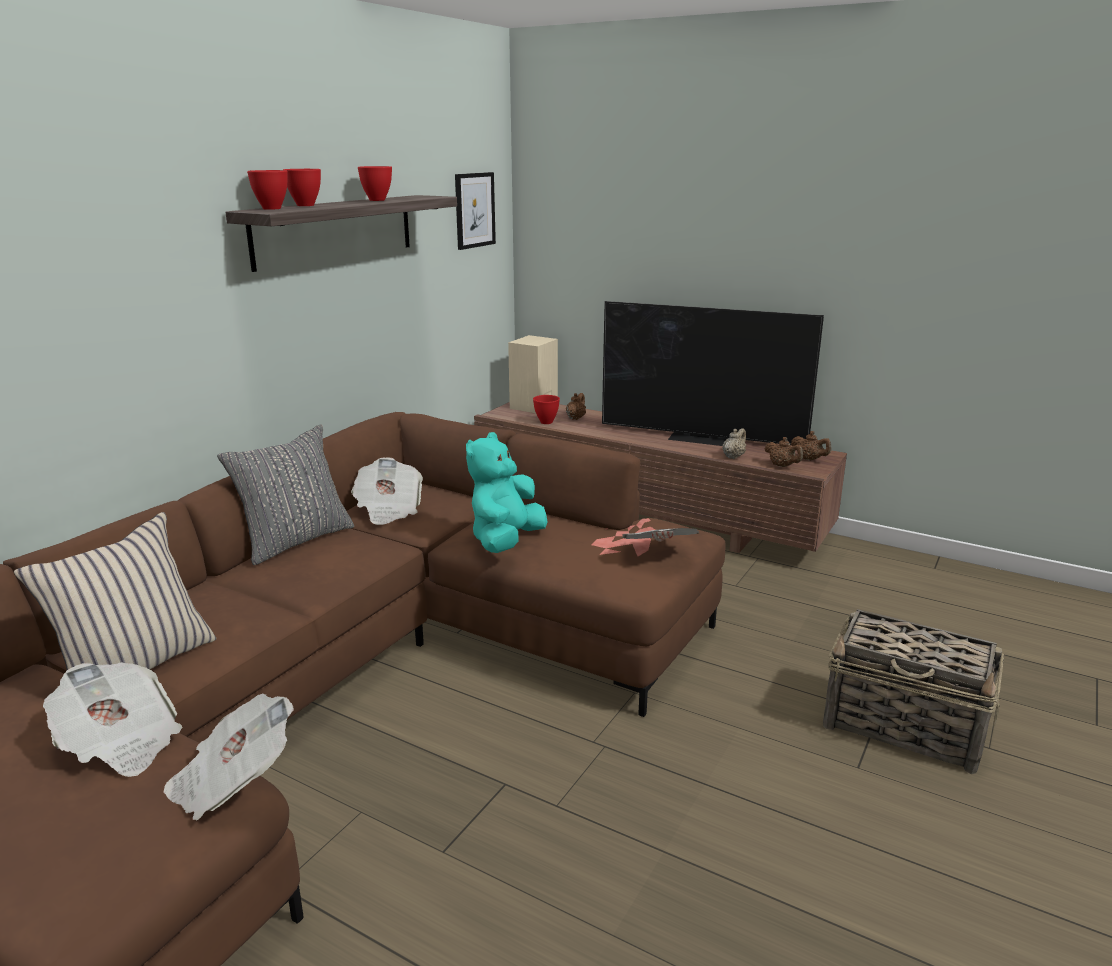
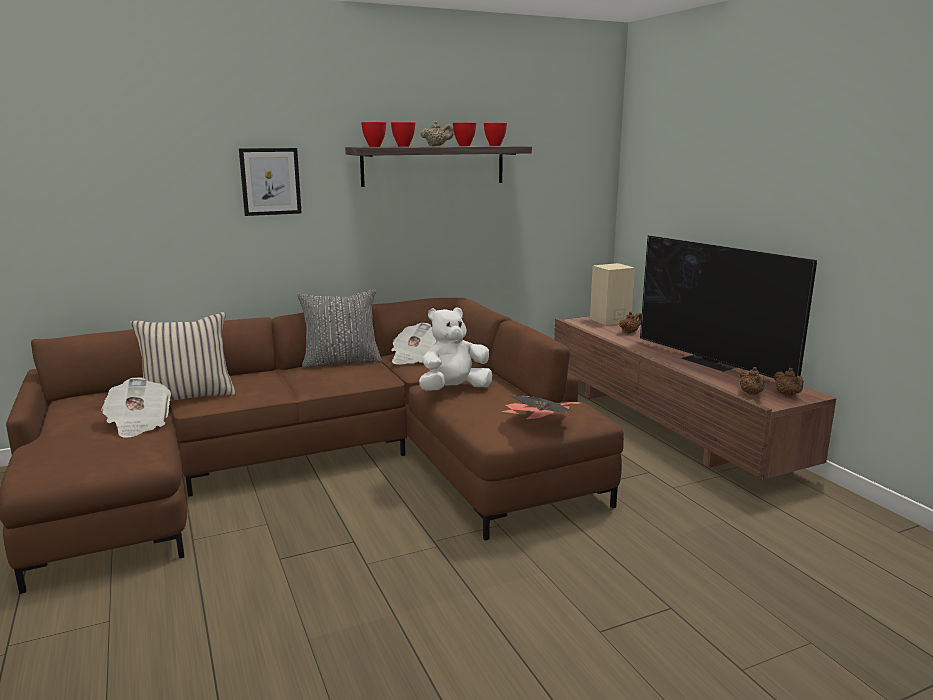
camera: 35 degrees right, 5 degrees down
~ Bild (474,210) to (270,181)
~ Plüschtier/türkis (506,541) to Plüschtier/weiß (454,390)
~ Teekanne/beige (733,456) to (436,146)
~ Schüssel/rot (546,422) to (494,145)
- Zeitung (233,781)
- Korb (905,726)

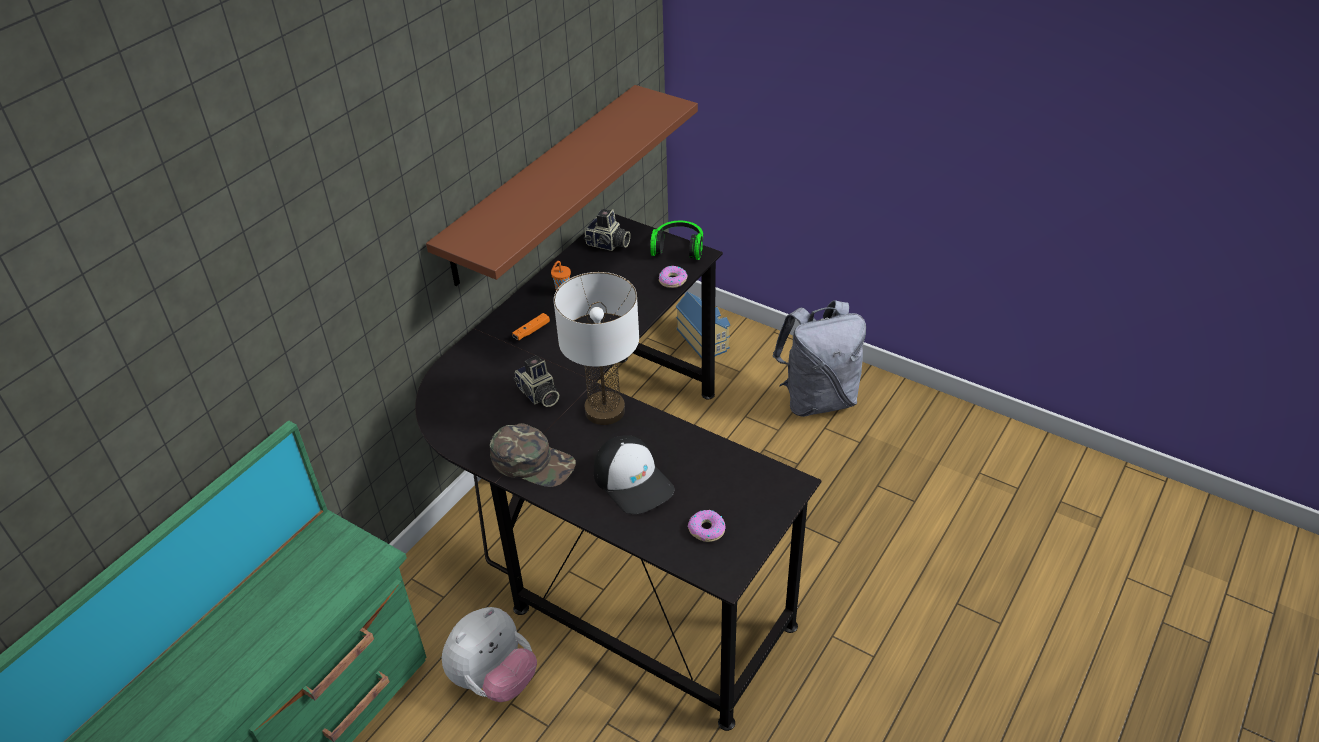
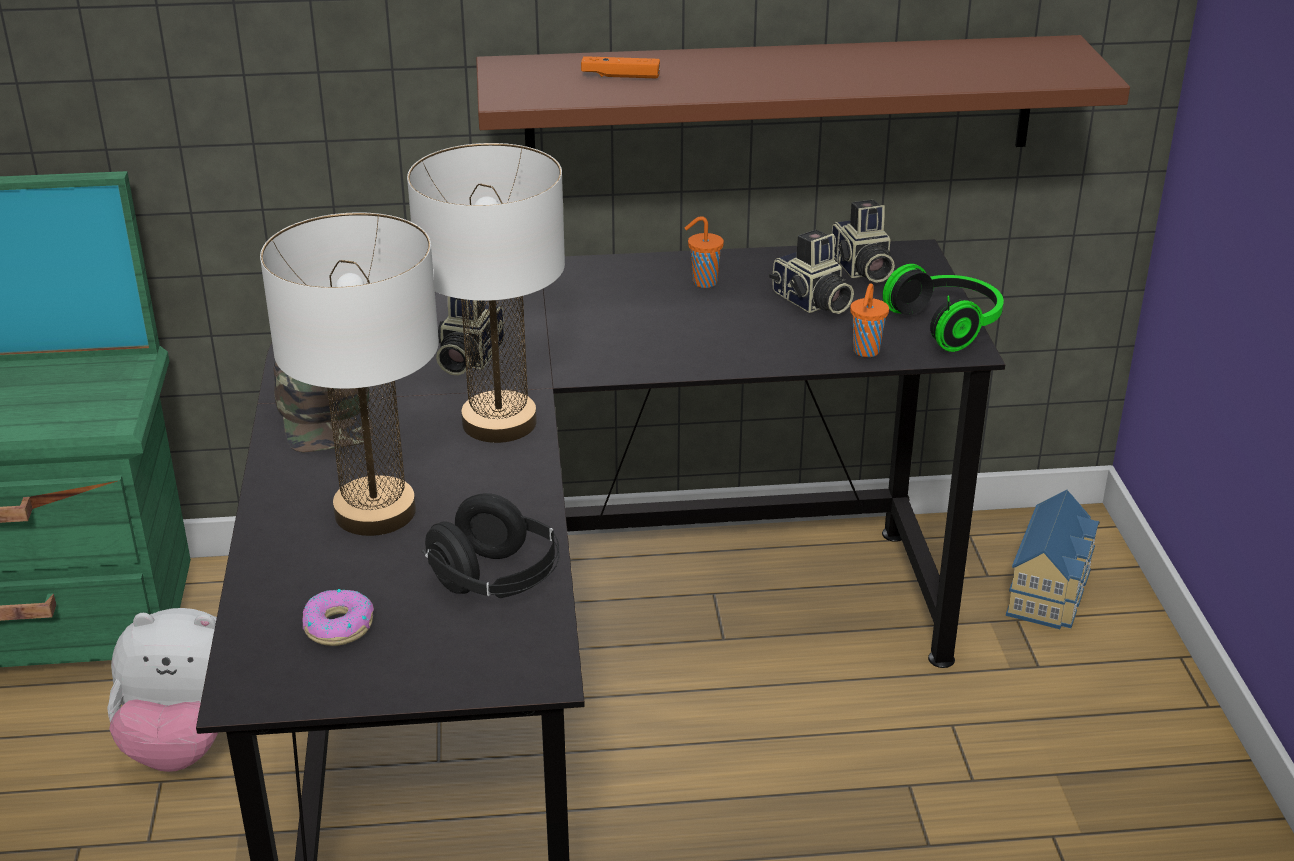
camera: 50 degrees right, 10 degrees down
~ Kappe (633,481) to Tischlampe (376,511)
+ Kopfhörer/schwarz (496,580)
~ Gamepad/orange (531,331) to (620,76)
+ Kamera (811,302)
~ Donut (672,280) to Tasse/orange (865,352)
- Rucksack/grau (817,399)

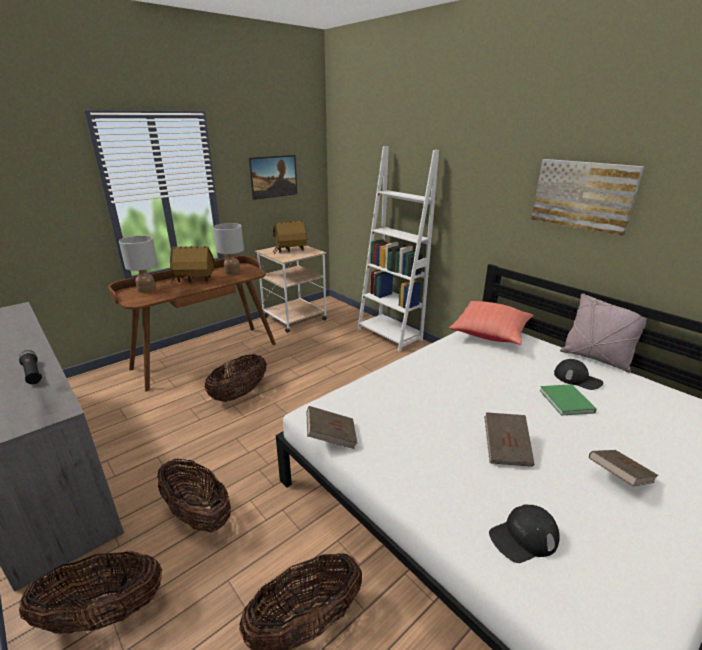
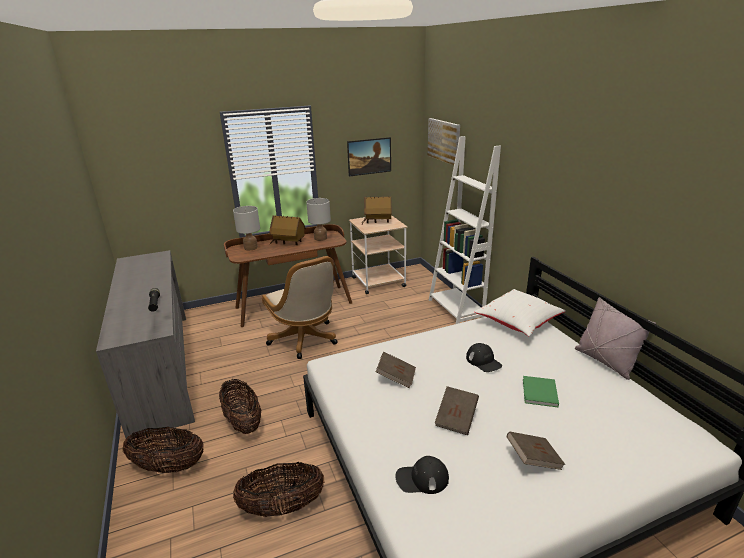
camera: 20 degrees right, 0 degrees up
~ Korb (239,394) to Bürostuhl (306,340)
~ Buch/braun (331,437) to (396,377)
~ Bild (583,195) to (444,141)
~ Kappe/schwarz (577,379) to (483,361)
~ Kissen/rot (490,334) to Kissen/weiß (518,323)

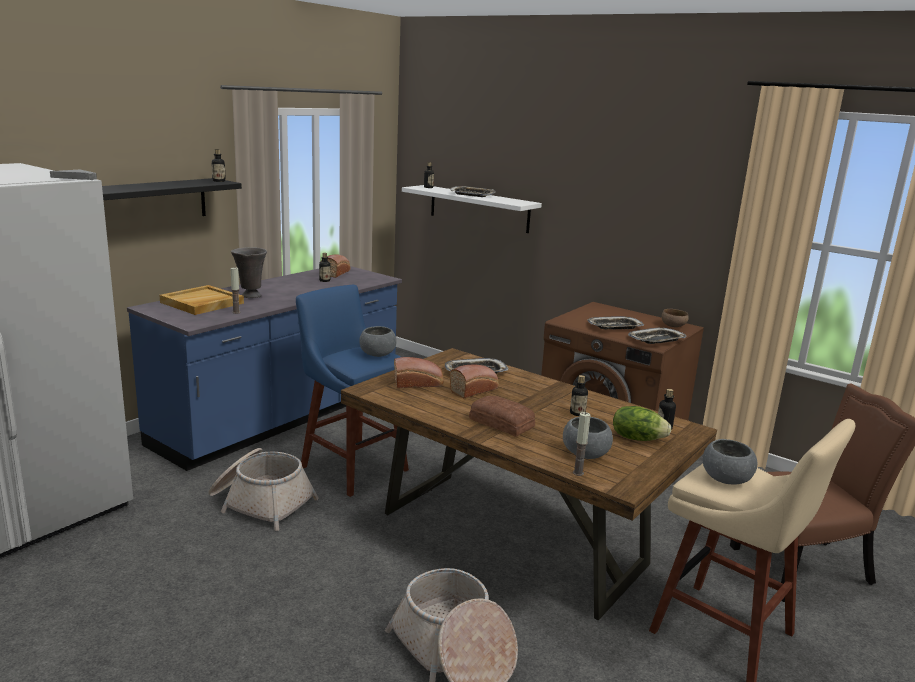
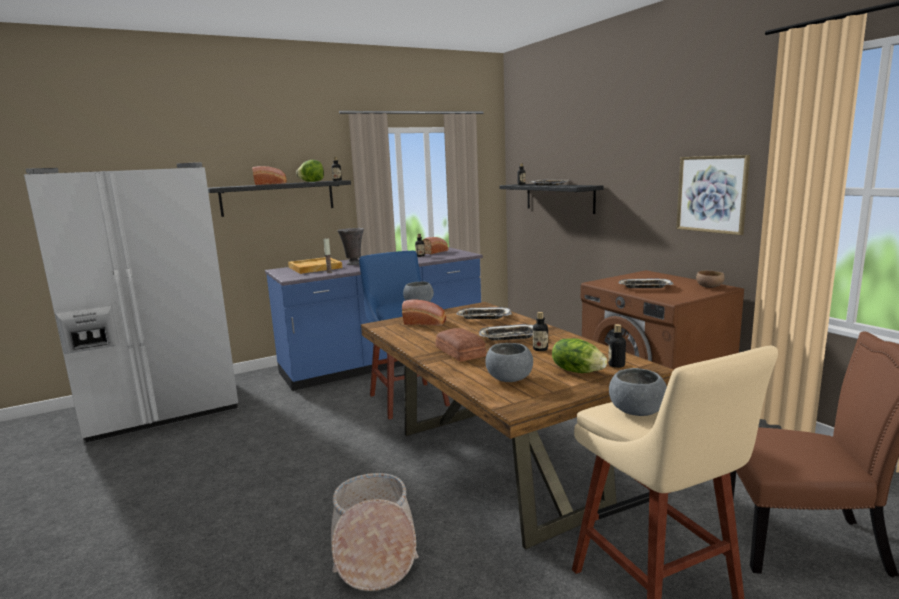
camera: 25 degrees right, 5 degrees down
~ Brot (475,390) to (271,184)
+ Salatkopf (311,181)
~ Tablett (657,340) to (509,337)
~ Wandregal/weiß (479,208) to Wandregal/schwarz (559,197)
+ Bild (712,194)
- Korb (260,502)
- Kerze (578,473)

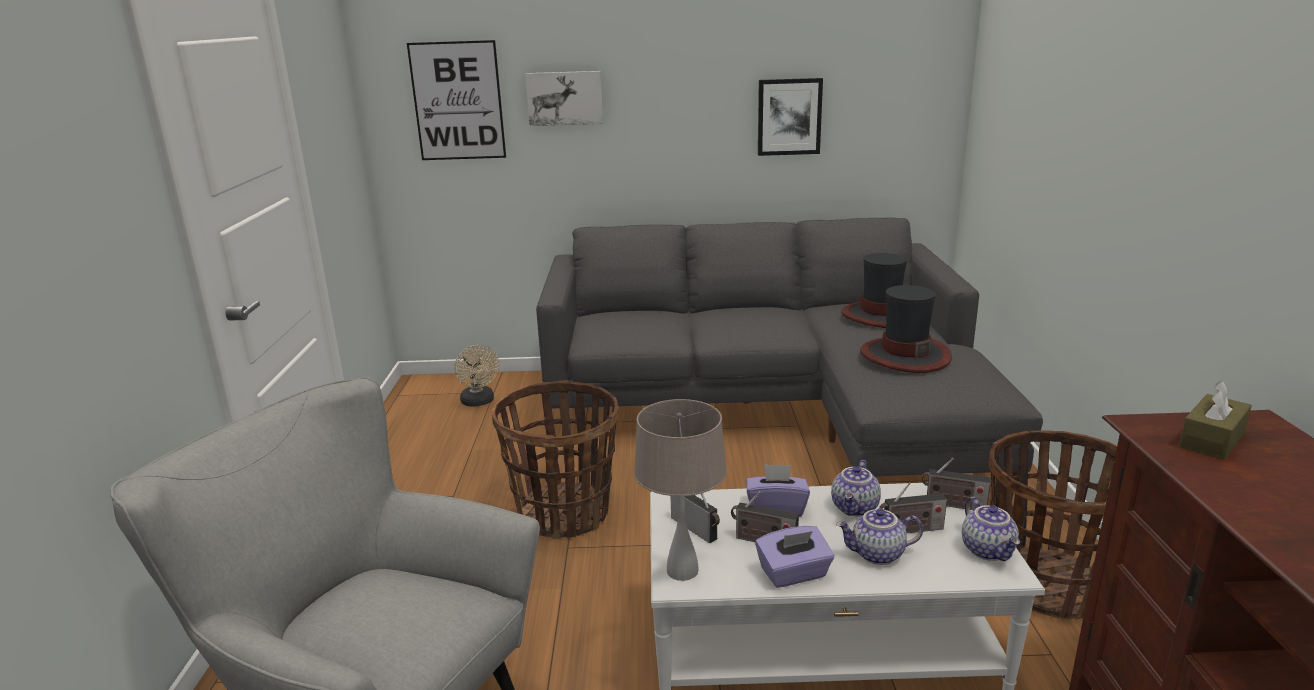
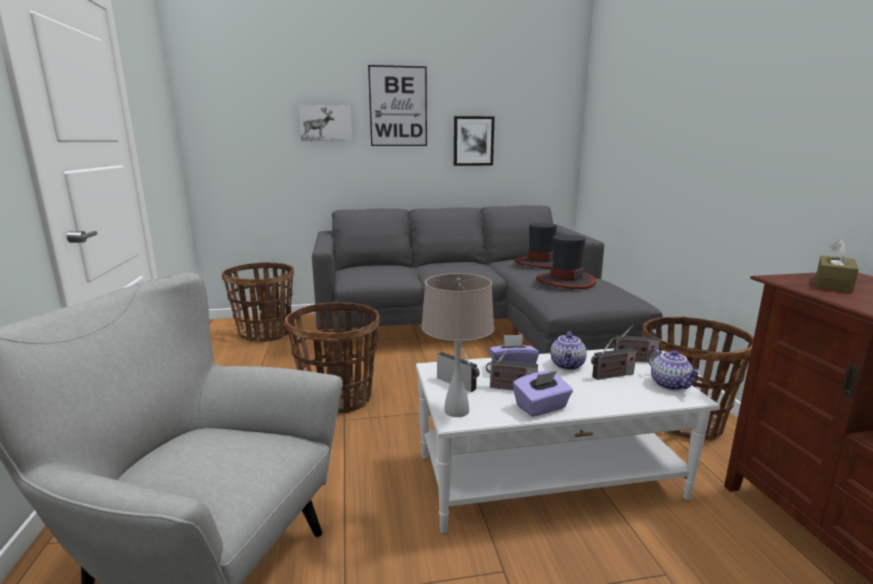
camera: 10 degrees left, 5 degrees down
~ Ventilator/beige (479,402) to Korb (265,333)
~ Bild (458,101) to (398,106)
- Teekanne (877,555)

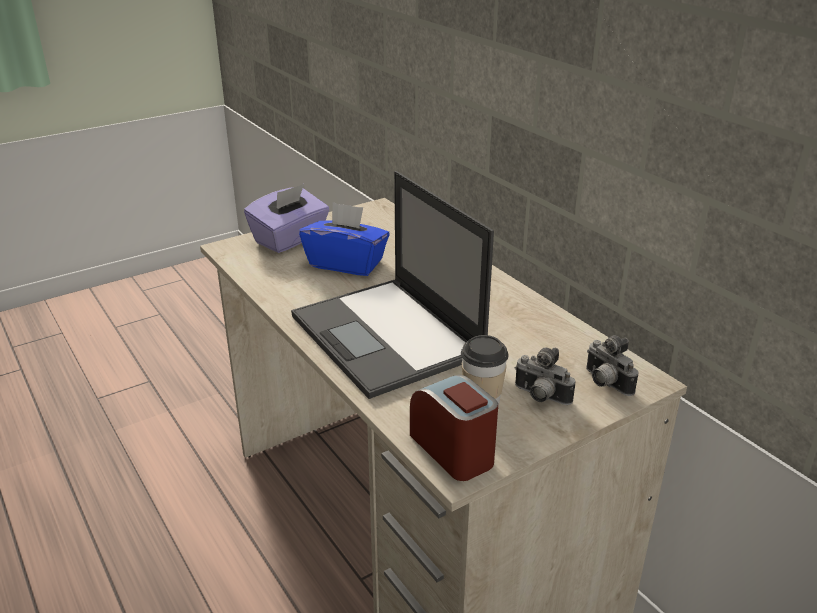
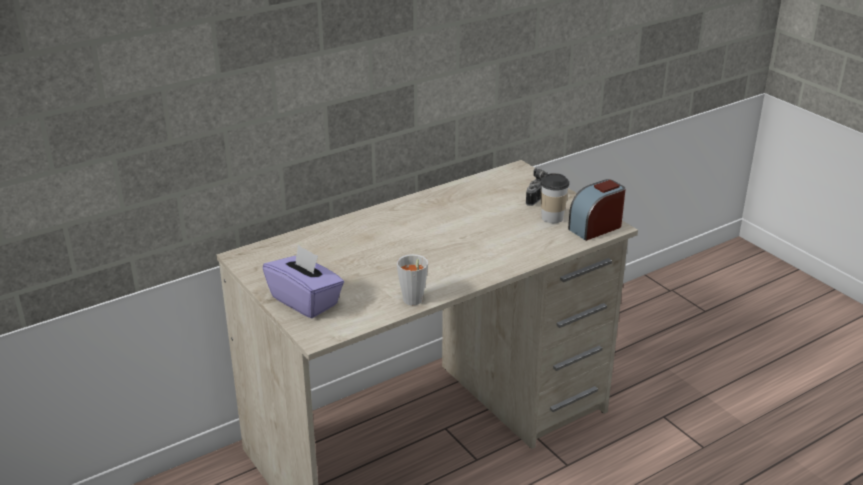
camera: 90 degrees left, 0 degrees up
+ Tasse/grau (412,302)
- Laptop (388,336)
- Taschentuchbox/blau (346,263)
- Kamera (605,383)

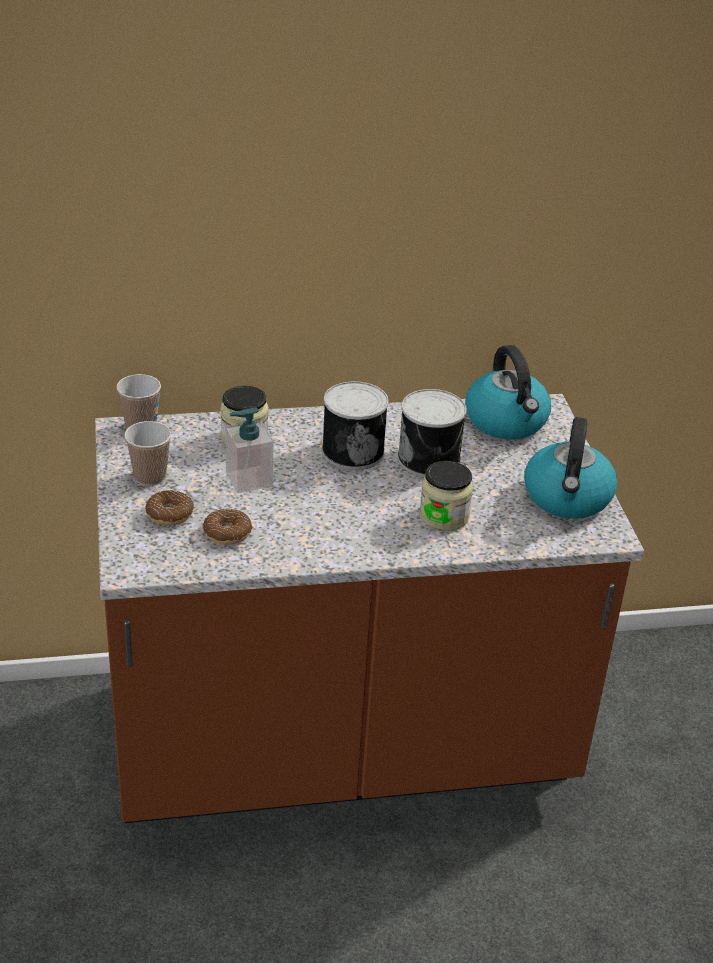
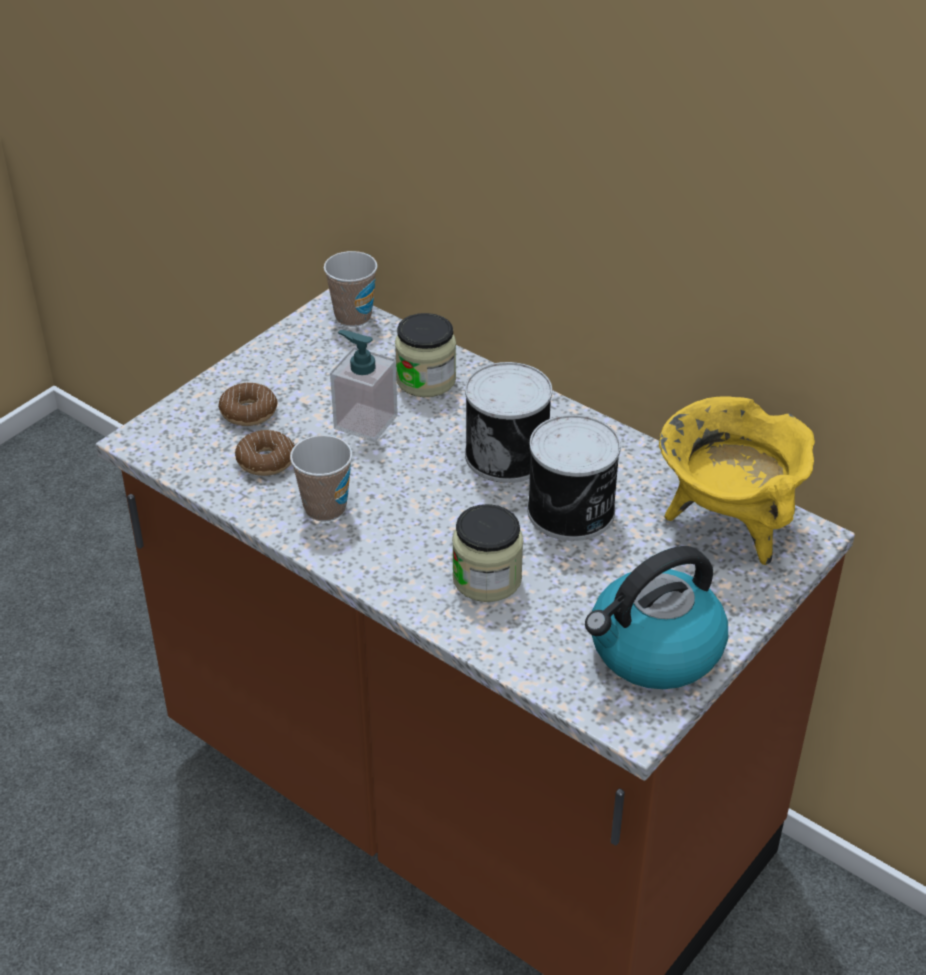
camera: 50 degrees right, 5 degrees up
~ Tasse (150,477) to (325,508)
~ Wasserkessel (507,422) to Kochtopf/gelb (728,524)

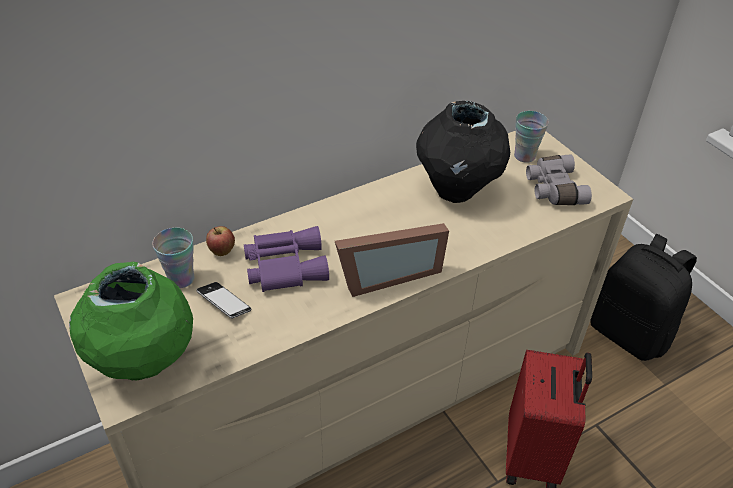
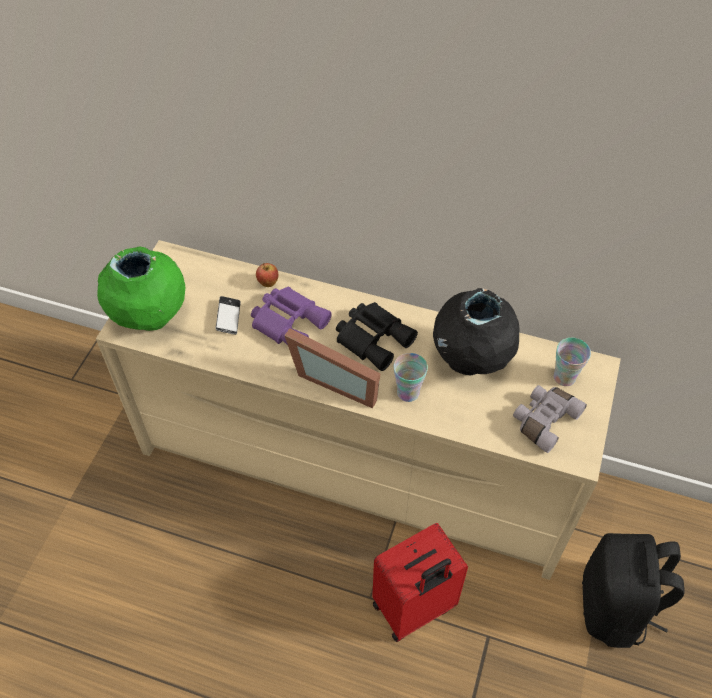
camera: 50 degrees right, 10 degrees up
+ Fernglas/schwarz (374,338)
~ Tasse (181,279) to (408,392)

